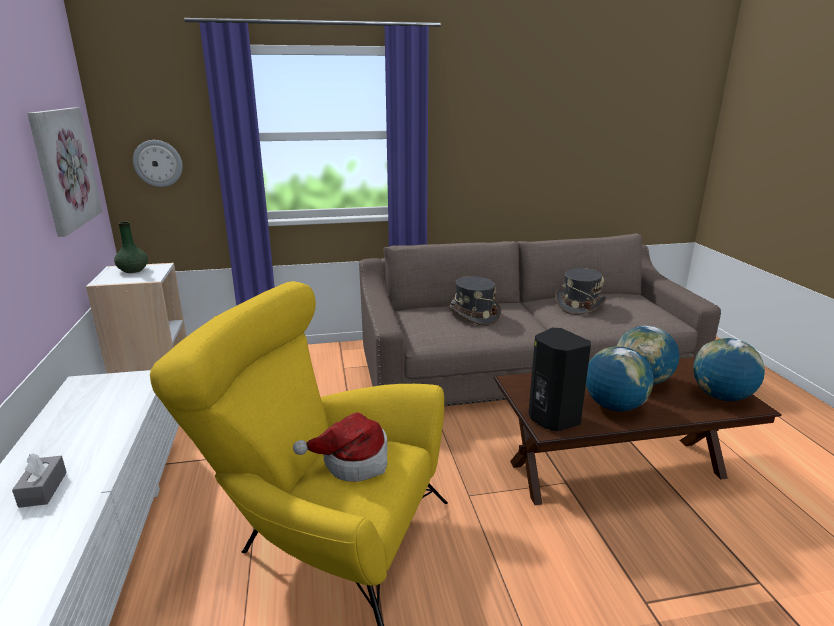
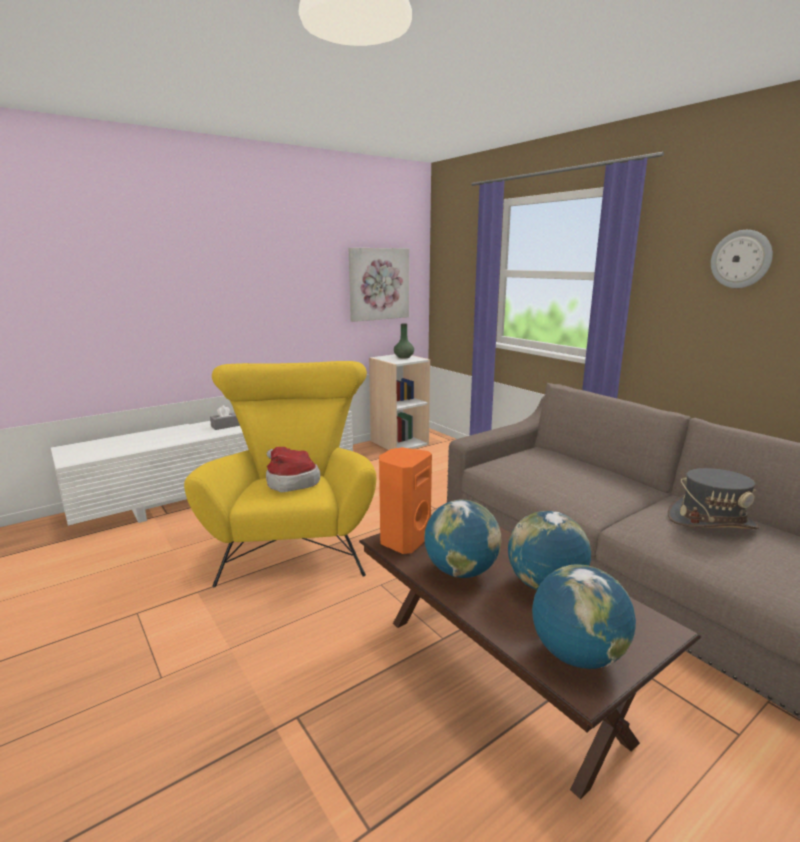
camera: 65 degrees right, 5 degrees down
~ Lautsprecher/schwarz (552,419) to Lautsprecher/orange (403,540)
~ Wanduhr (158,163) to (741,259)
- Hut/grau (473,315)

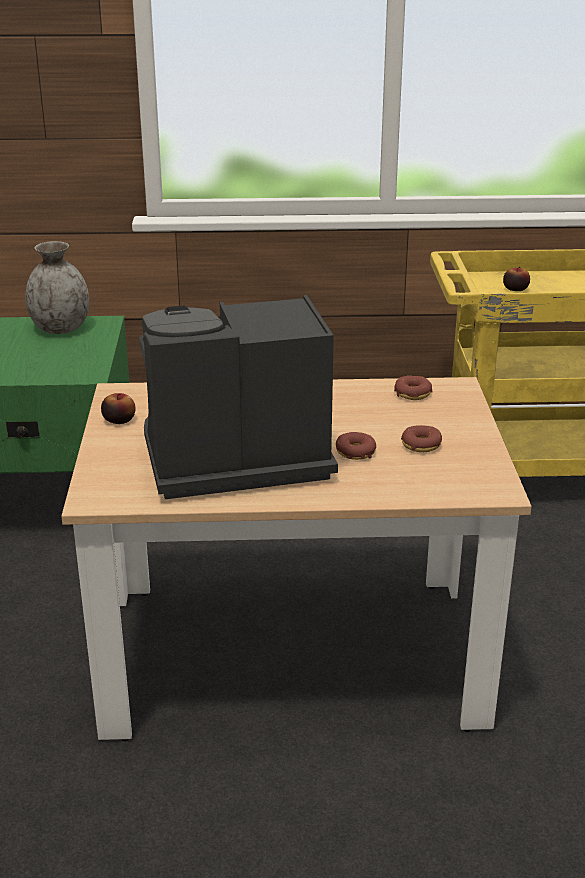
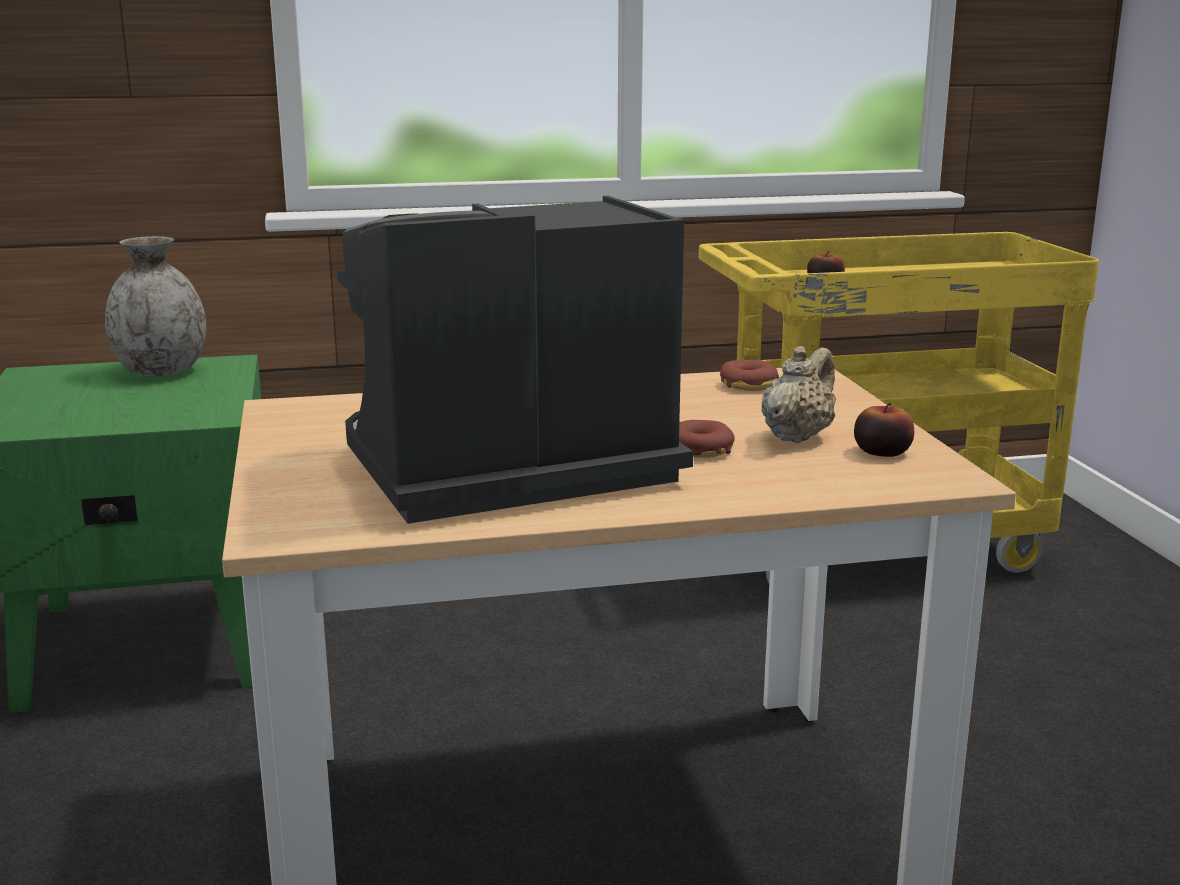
camera: 10 degrees left, 10 degrees down
~ Donut (421,445) to Teekanne/beige (797,436)
~ Apfel (119,420) to (881,452)

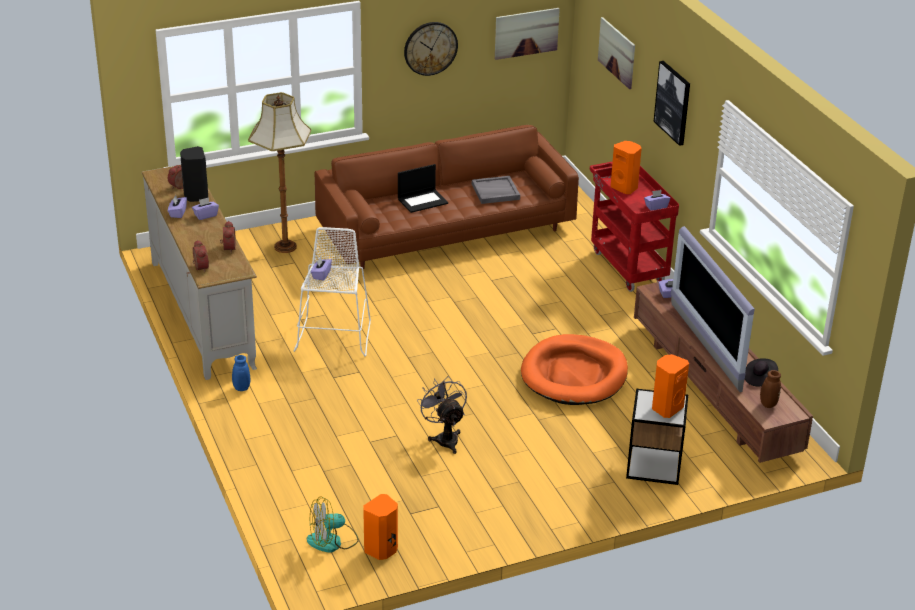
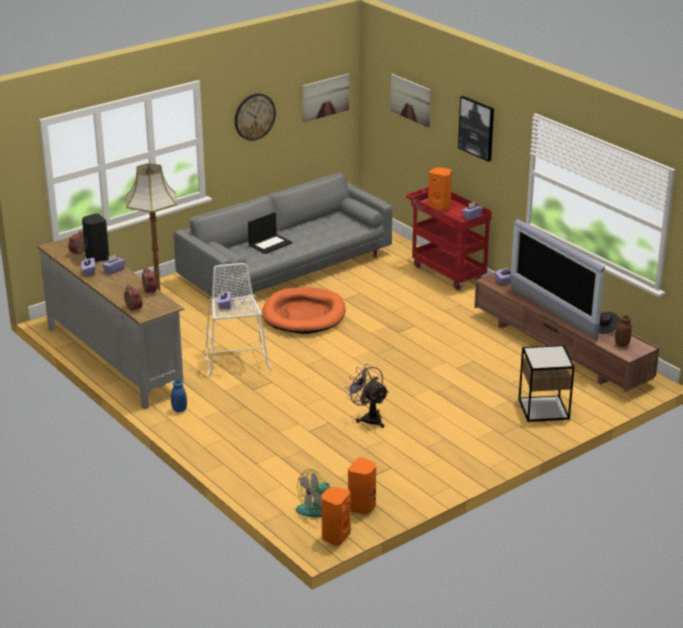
camera: 15 degrees left, 5 degrees down
~ Sofa/braun (446,229) to Sofa/grau (286,268)
~ Hundebett/orange (574,374) to (304,314)
~ Lautsprecher/orange (666,408) to (335,536)
- Tablett/grau (495,192)

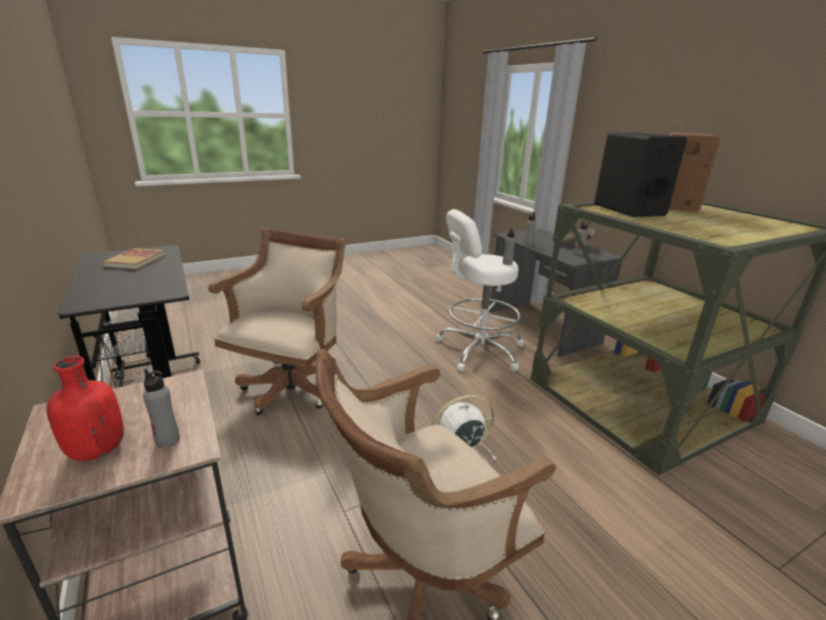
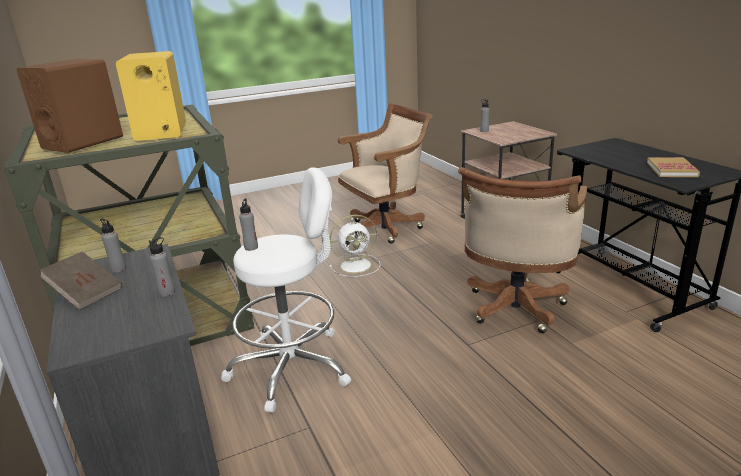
camera: 175 degrees left, 0 degrees up
~ Lautsprecher/schwarz (628,210) to Lautsprecher/gelb (161,132)
- Flasche/rot (96,450)

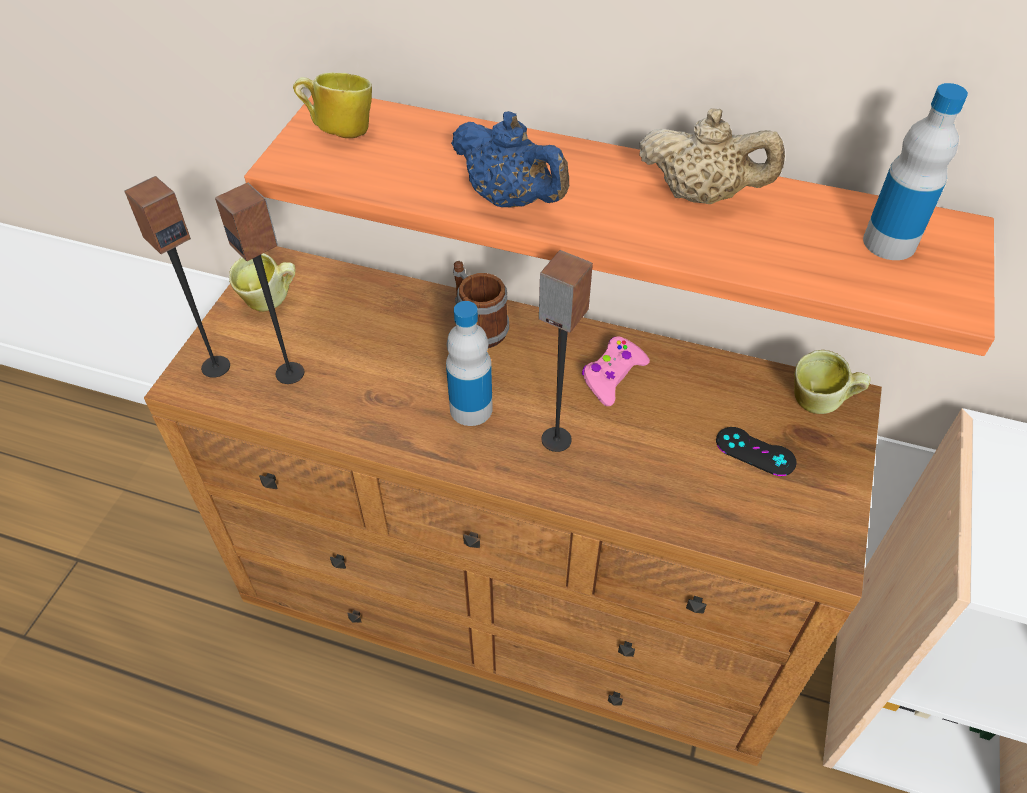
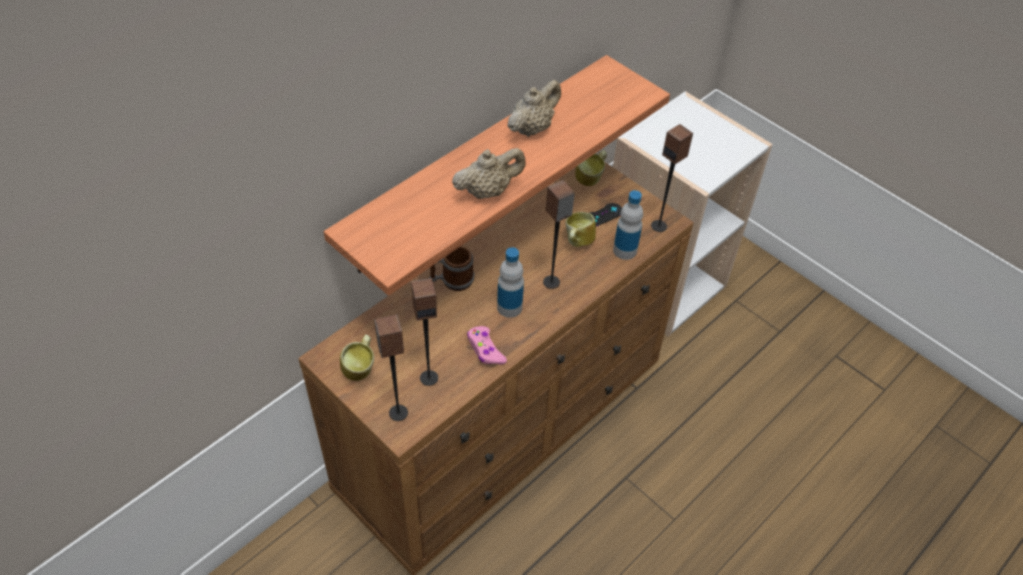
camera: 65 degrees left, 0 degrees up
~ Teekanne/blau (511,200) to Teekanne/beige (488,191)
~ Gamepad/rosa (612,376) to (485,350)
~ Henkelbecher (339,130) to (577,242)
~ Flasche (889,242) to (625,250)
+ Lautsprecher (659,226)

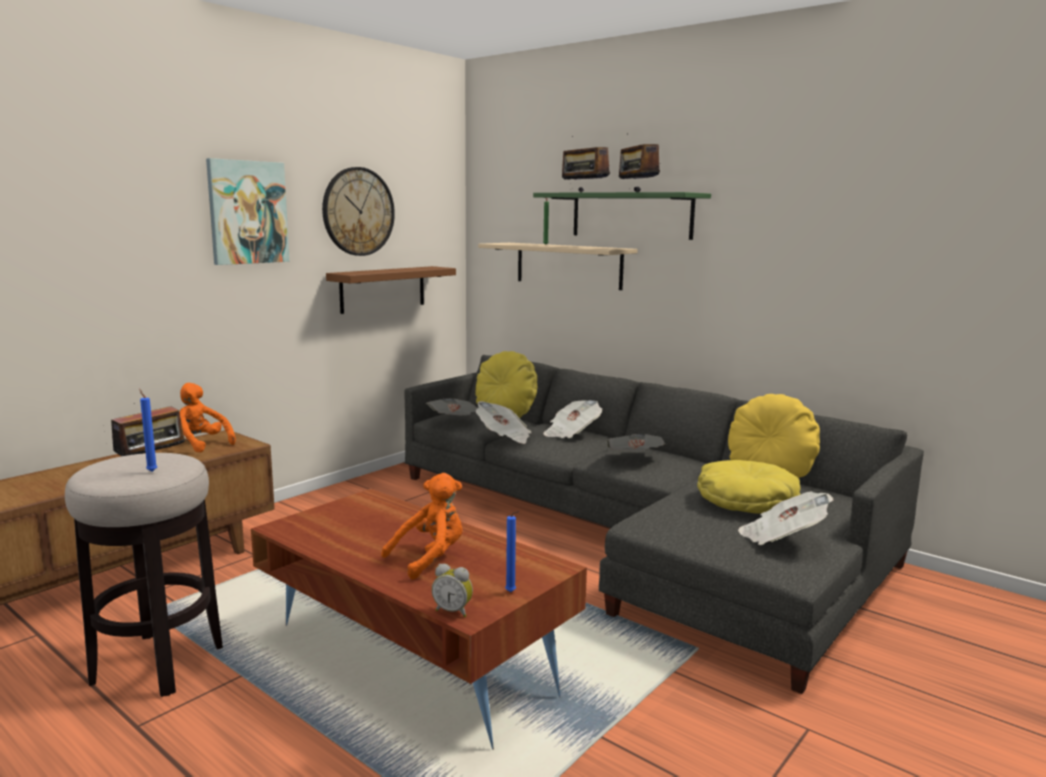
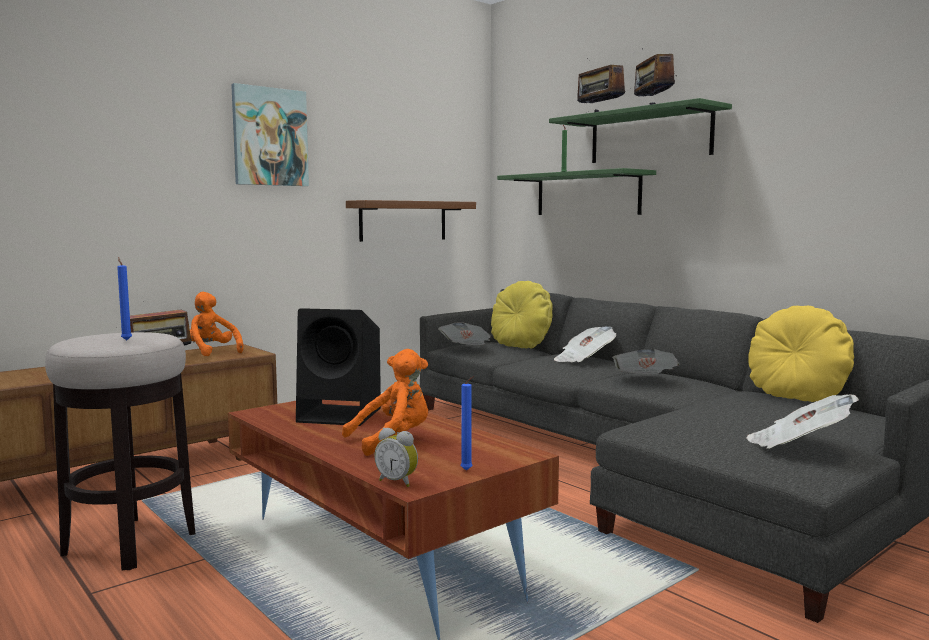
camera: 10 degrees right, 5 degrees down
+ Lautsprecher/schwarz (342,415)
~ Wandregal/beige (568,265) to Wandregal/grün (587,194)
- Wanduhr (358,211)
- Zeitung (504,437)
- Kissen/gelb (745,502)

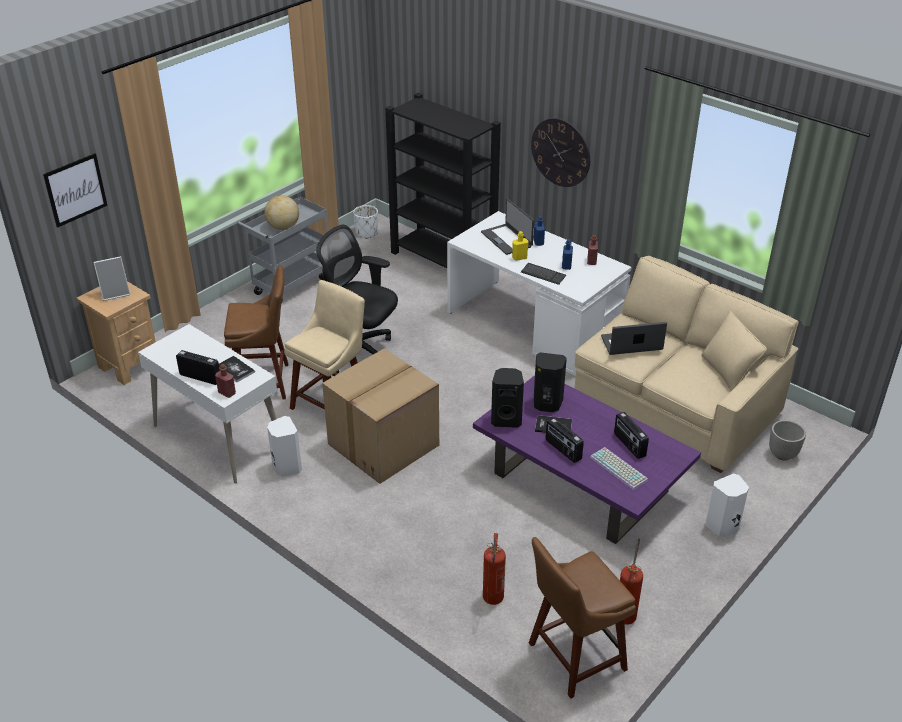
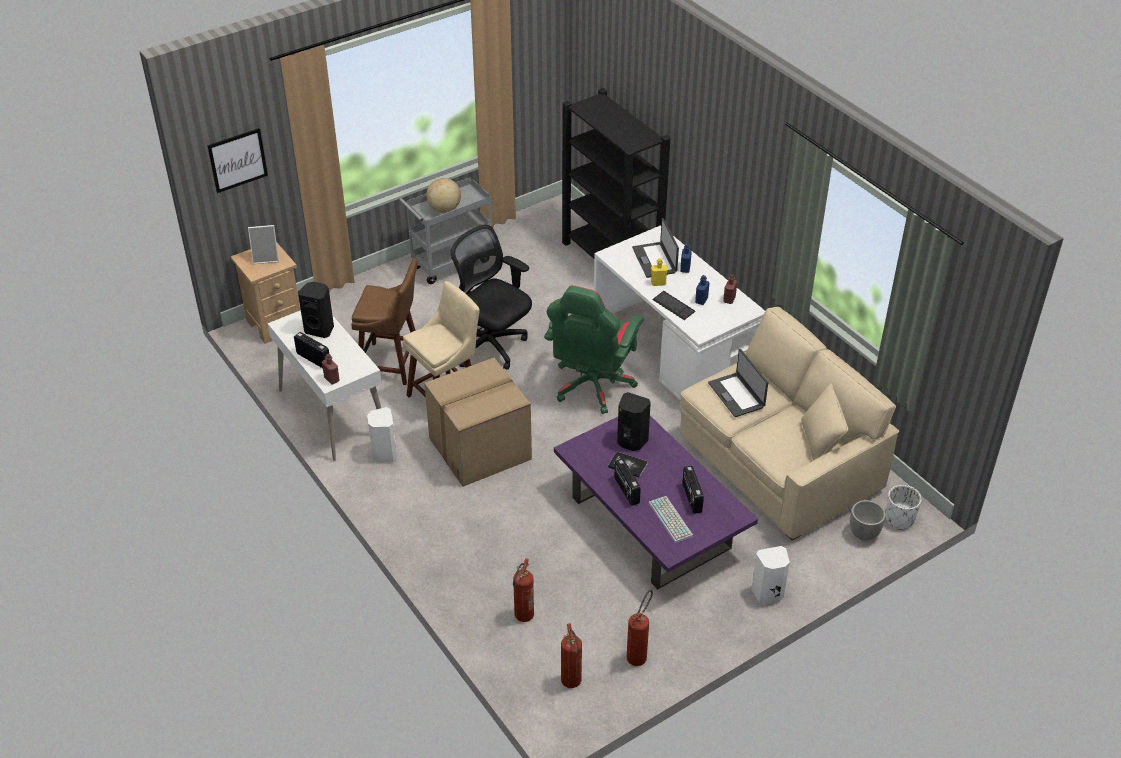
camera: 15 degrees right, 5 degrees up
~ Lautsprecher/schwarz (506,419) to (320,329)
+ Bürostuhl/grün (593,384)
~ Stuhl/braun (572,658) to Feuerlöscher (572,684)
~ Laptop (631,344) = (737,395) 120 degrees counterclockwise
~ Pflanzkübel/weiß (366,233) to (899,519)
- Buch (235,369)
- Wanduhr (560,152)

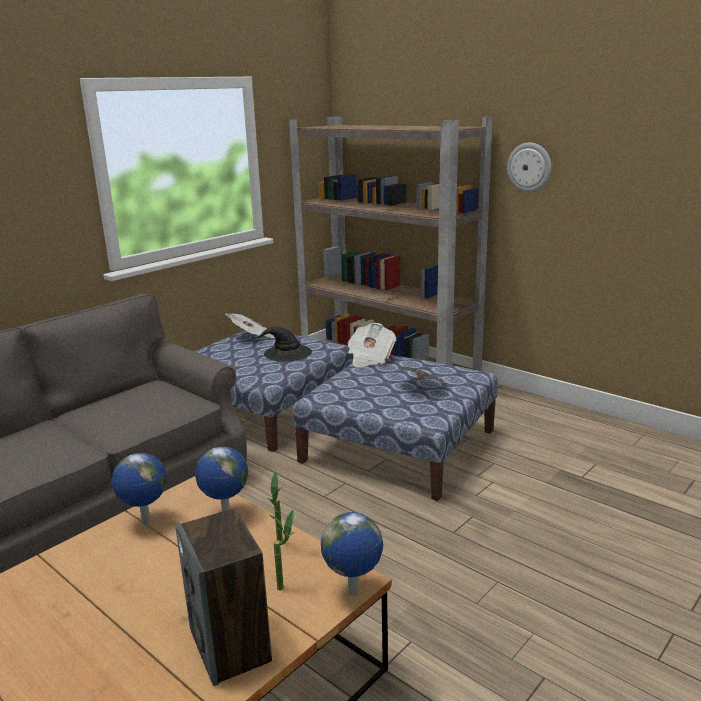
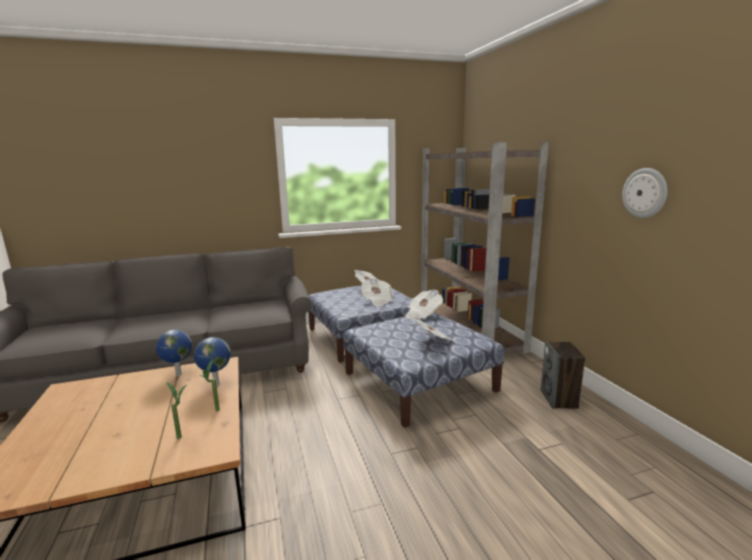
camera: 30 degrees right, 5 degrees down
~ Hut/schwarz (287,353) to Zeitung (377,300)
~ Lautsprecher (231,646) to (559,399)
~ Wanduhr (529,167) to (645,193)
- Globus (354,593)

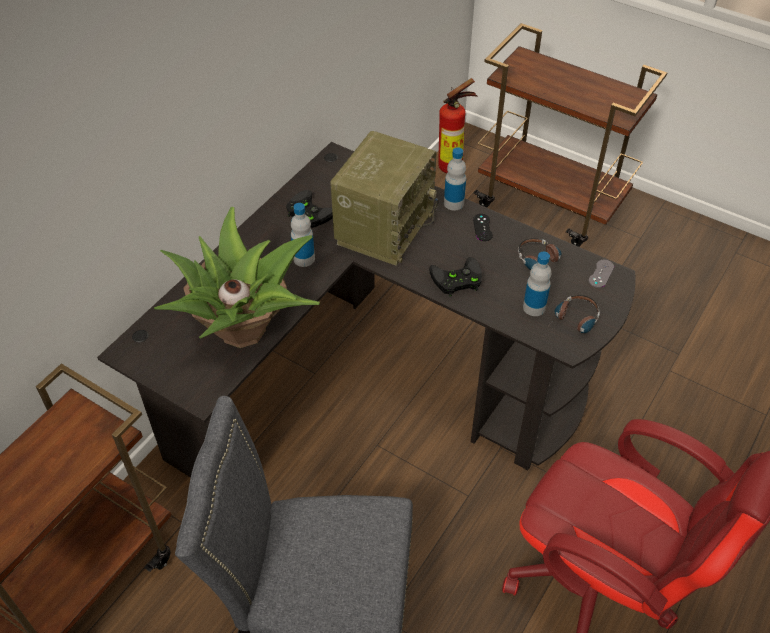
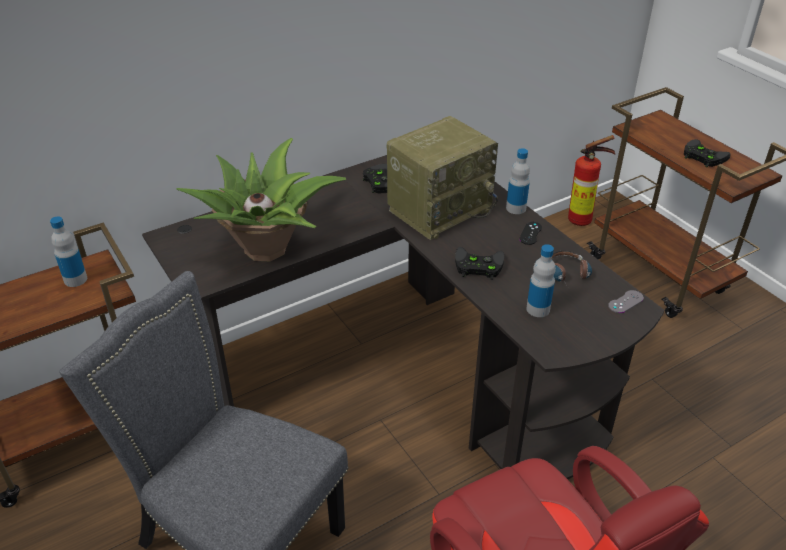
camera: 25 degrees right, 10 degrees down
~ Flasche (304,259) to (75,279)
+ Gamepad/schwarz (702,156)
- Kopfhörer (573,322)

